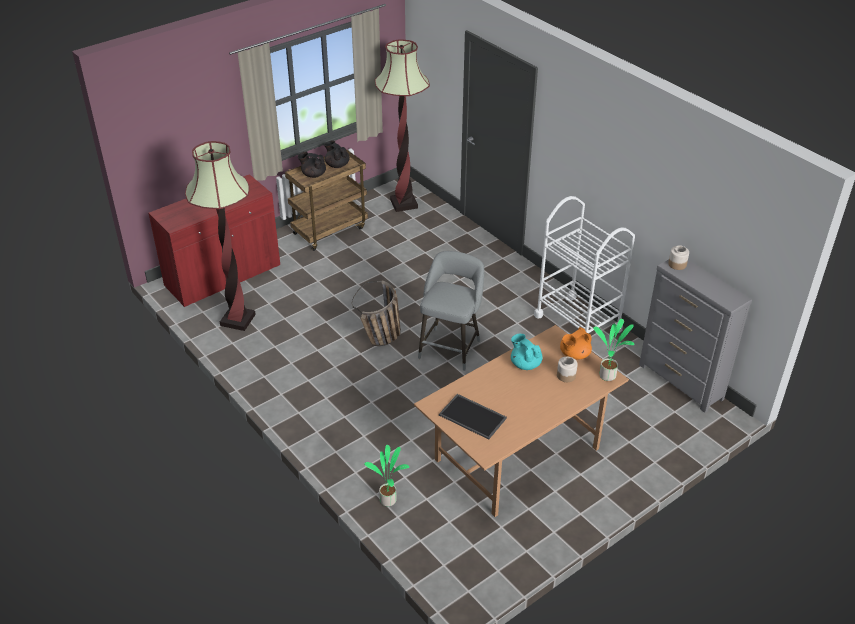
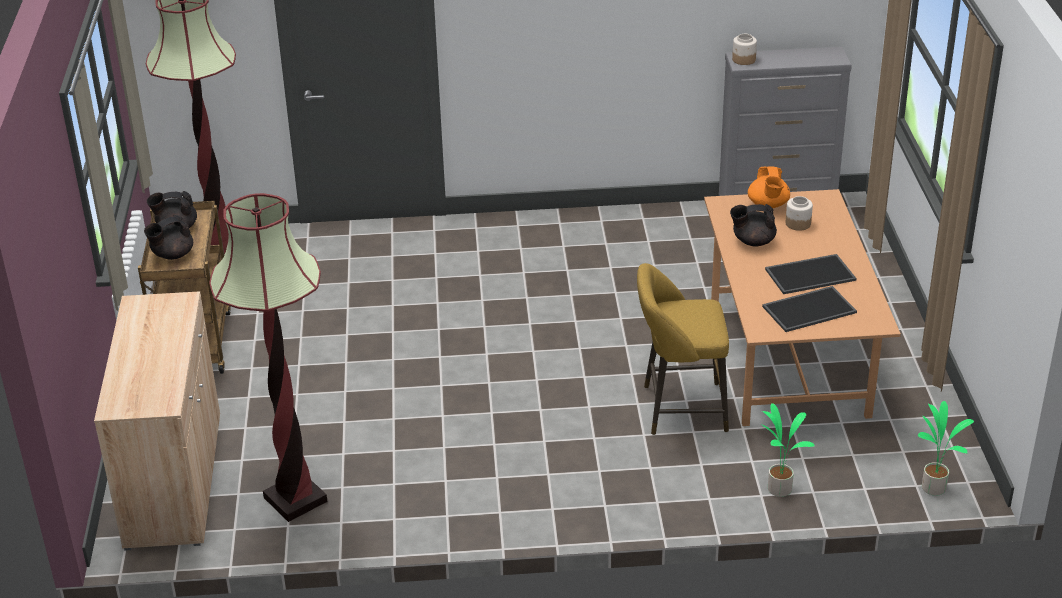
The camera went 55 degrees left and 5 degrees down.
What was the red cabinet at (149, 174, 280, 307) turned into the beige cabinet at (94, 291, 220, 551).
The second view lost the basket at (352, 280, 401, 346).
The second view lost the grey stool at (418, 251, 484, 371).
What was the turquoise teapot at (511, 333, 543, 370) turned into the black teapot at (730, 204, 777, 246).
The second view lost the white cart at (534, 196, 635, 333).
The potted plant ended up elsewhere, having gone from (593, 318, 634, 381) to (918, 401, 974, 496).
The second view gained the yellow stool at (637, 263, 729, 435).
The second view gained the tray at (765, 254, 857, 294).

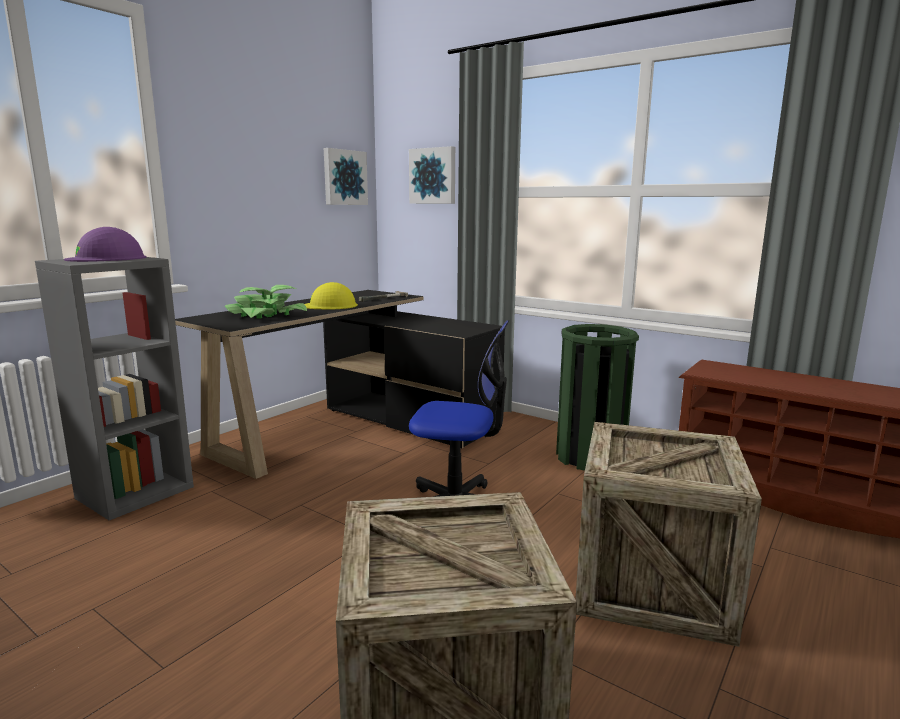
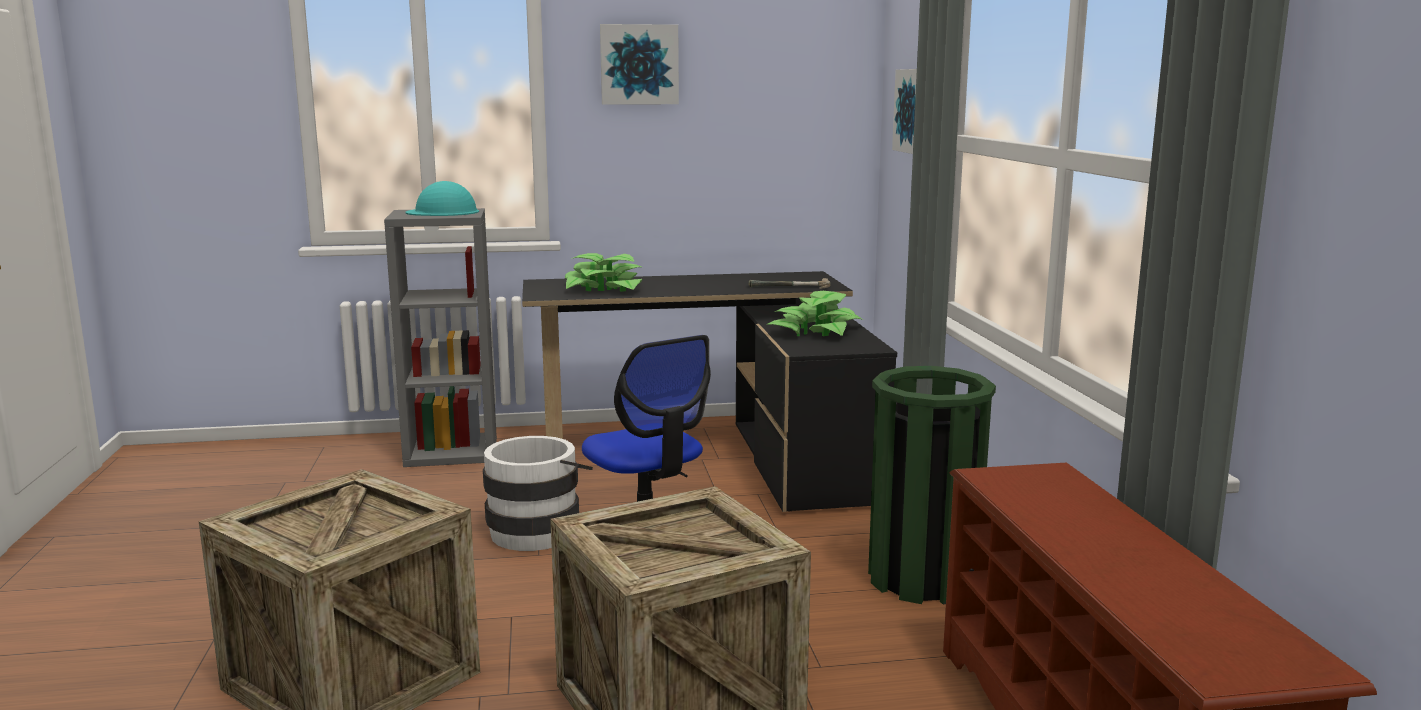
The camera went 45 degrees right and 0 degrees up.
What was the purple hard hat at (64, 227, 146, 262) turned into the turquoise hard hat at (405, 181, 479, 216).
The second view lost the yellow hard hat at (305, 282, 358, 309).
The picture ended up elsewhere, having gone from (324, 148, 368, 205) to (600, 24, 679, 105).
The second view gained the white bucket at (483, 436, 593, 551).
The second view gained the potted plant at (768, 291, 863, 336).

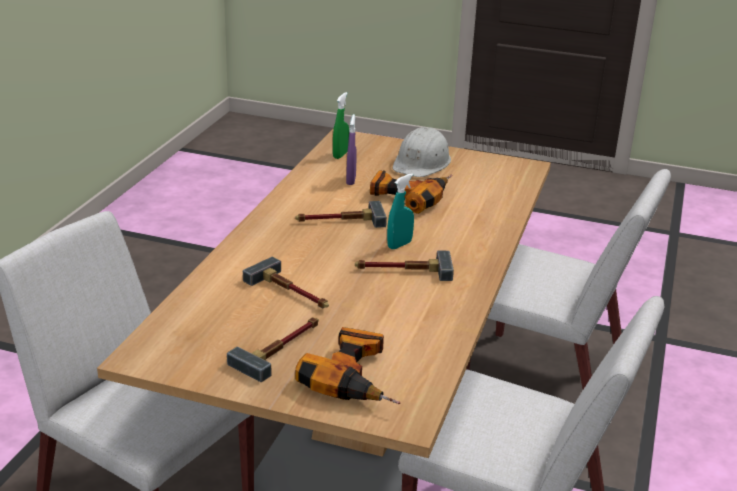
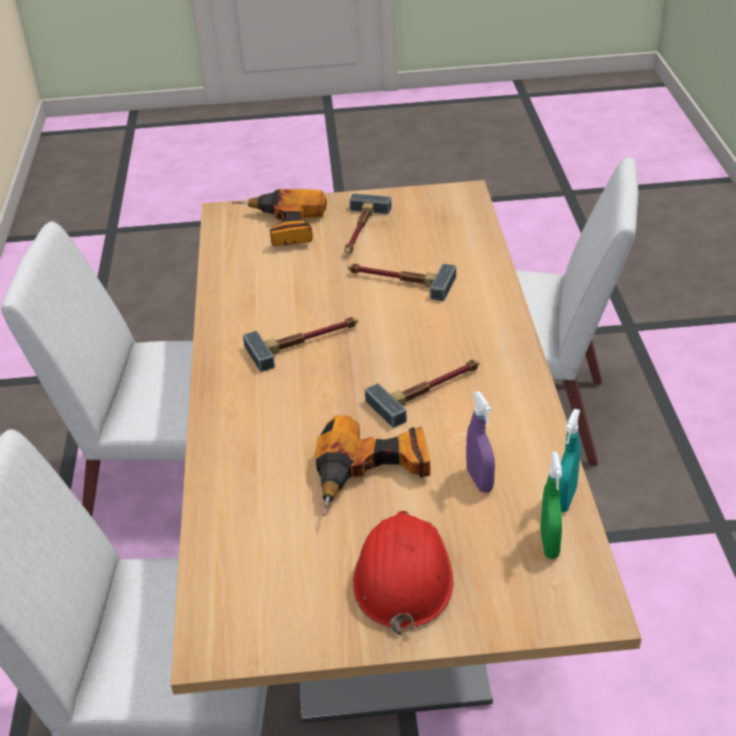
The camera went 160 degrees right and 10 degrees up.
The turquoise spray bottle ended up elsewhere, having gone from (387, 174, 414, 249) to (559, 409, 581, 512).
What was the white hard hat at (393, 127, 451, 177) turned into the red hard hat at (353, 511, 453, 635).

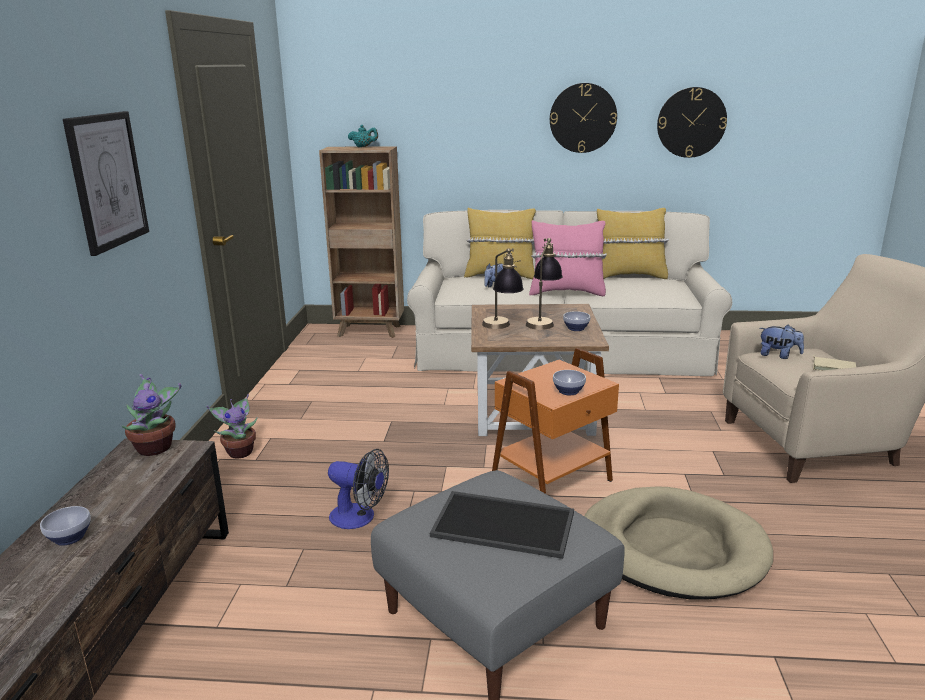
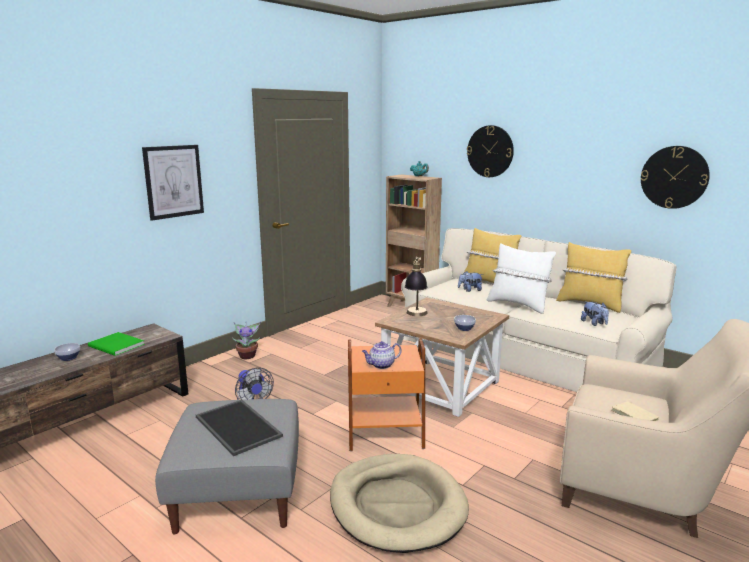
The camera went 35 degrees right and 5 degrees down.
The second view lost the potted plant at (121, 374, 181, 456).
The second view lost the table lamp at (526, 238, 563, 330).
What was the pink pillow at (529, 220, 607, 296) turned into the white pillow at (486, 243, 556, 314).
The wall clock ended up elsewhere, having gone from (550, 83, 617, 153) to (467, 125, 514, 177).
Where the bowl stood at (553, 370, 586, 395), the teapot came to stand at (362, 341, 402, 369).
The plush toy ended up elsewhere, having gone from (760, 325, 804, 359) to (581, 301, 609, 326).
The second view gained the green book at (88, 332, 145, 356).

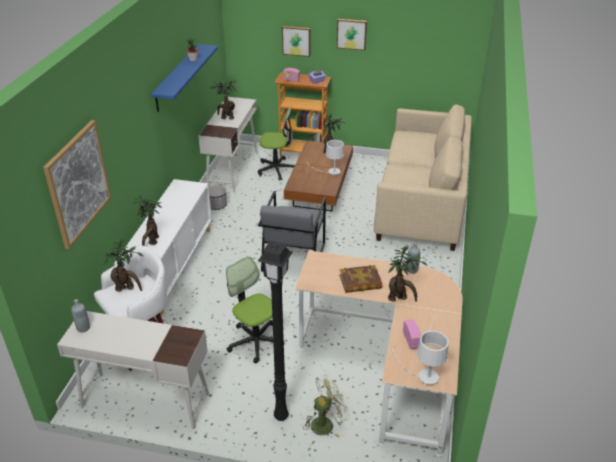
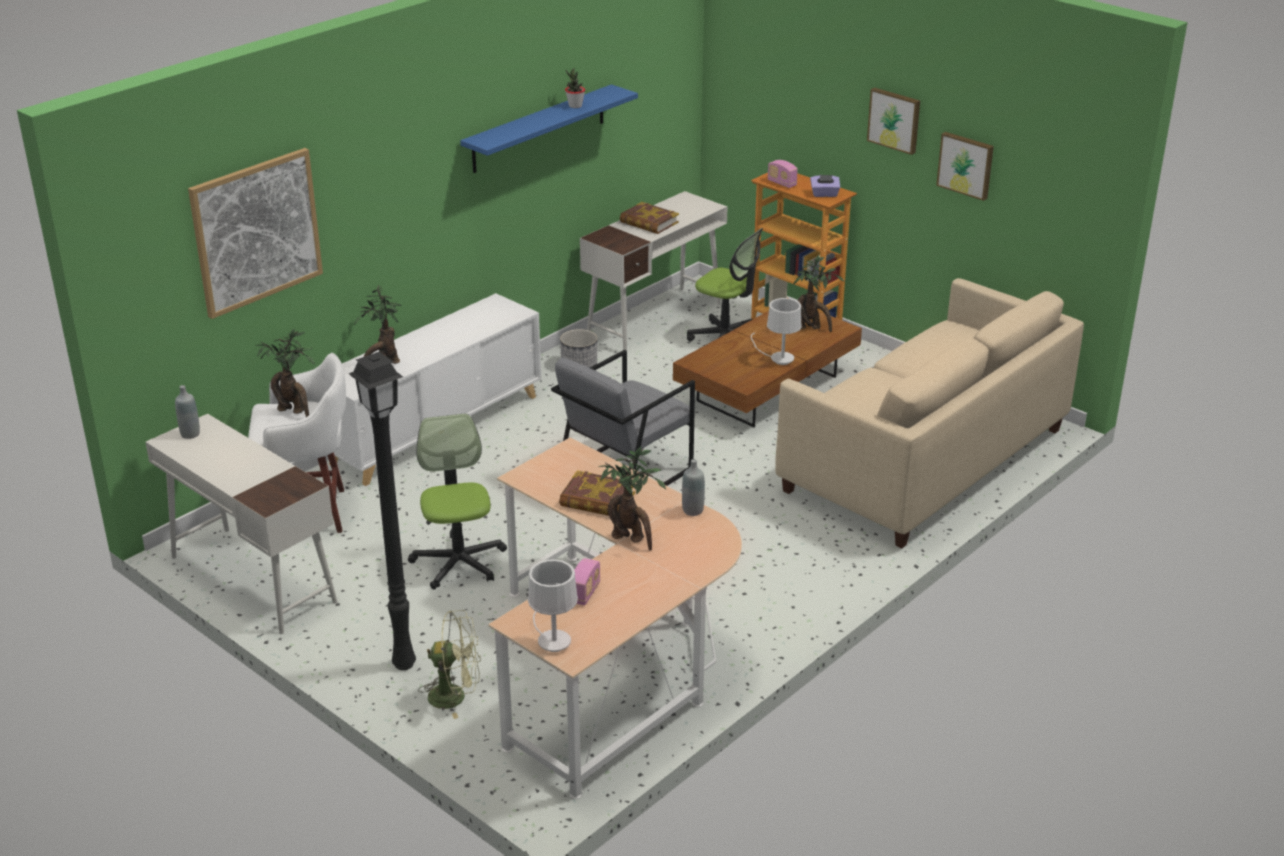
The camera went 30 degrees right and 5 degrees down.
Where the potted plant stood at (211, 80, 237, 120), the book came to stand at (620, 202, 679, 234).
The picture ended up elsewhere, having gone from (282, 26, 311, 57) to (936, 132, 994, 201).

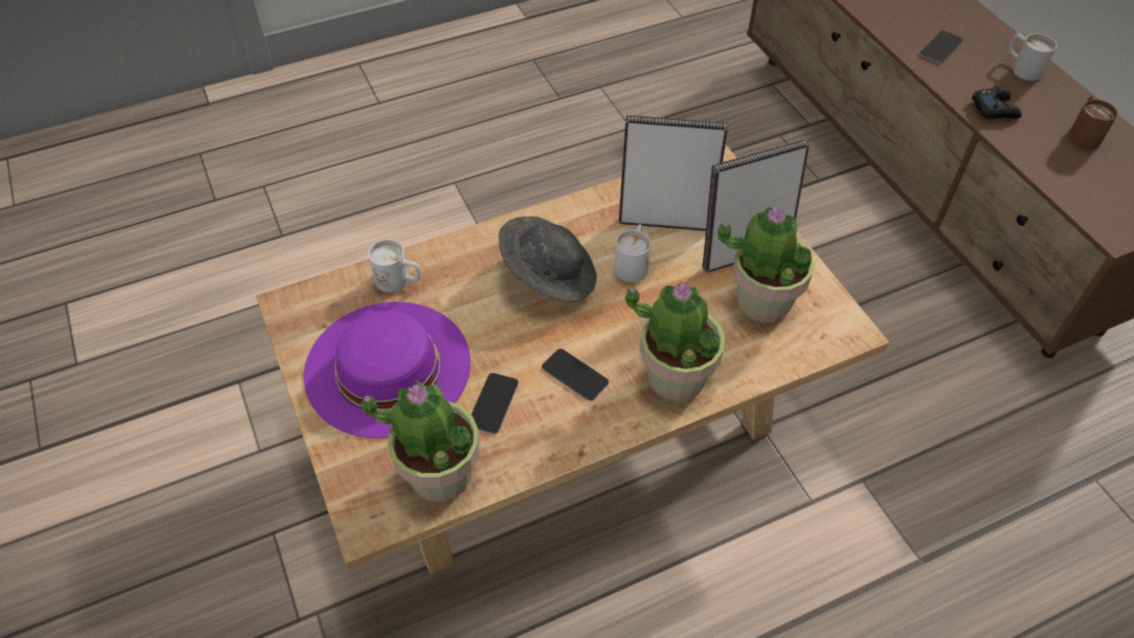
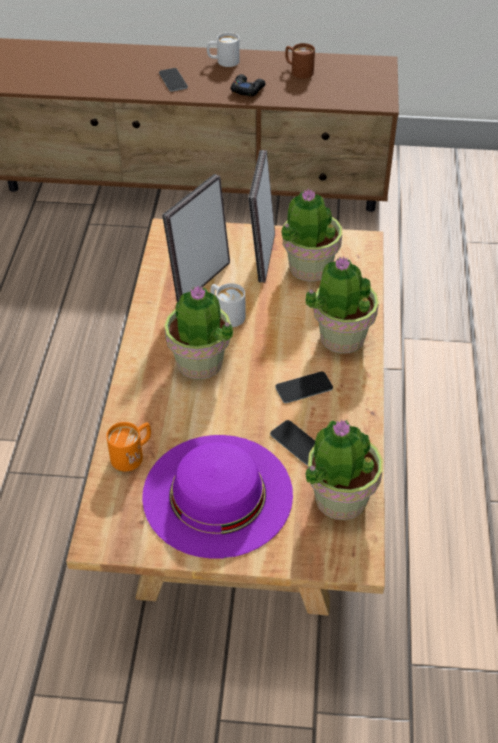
The camera went 60 degrees left and 5 degrees down.
What was the white mug at (368, 239, 421, 292) turned into the orange mug at (106, 422, 151, 471).
Where the grey hat stood at (499, 216, 597, 302), the potted plant came to stand at (164, 286, 233, 380).

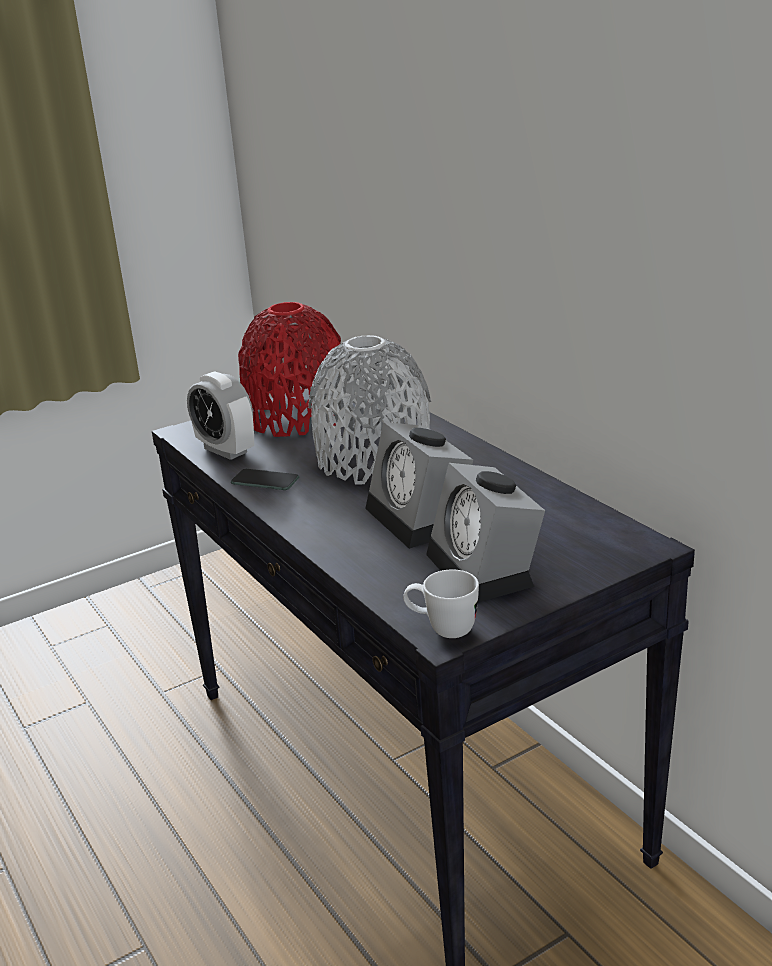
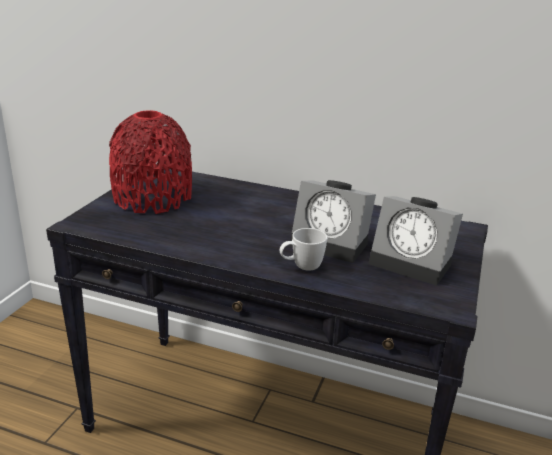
The camera went 40 degrees left and 0 degrees up.
The second view lost the alarm clock at (187, 371, 254, 460).
The second view lost the phone at (231, 469, 299, 490).
The second view lost the grey vase at (308, 335, 431, 485).
The white mug ended up elsewhere, having gone from (403, 569, 479, 638) to (279, 228, 328, 271).

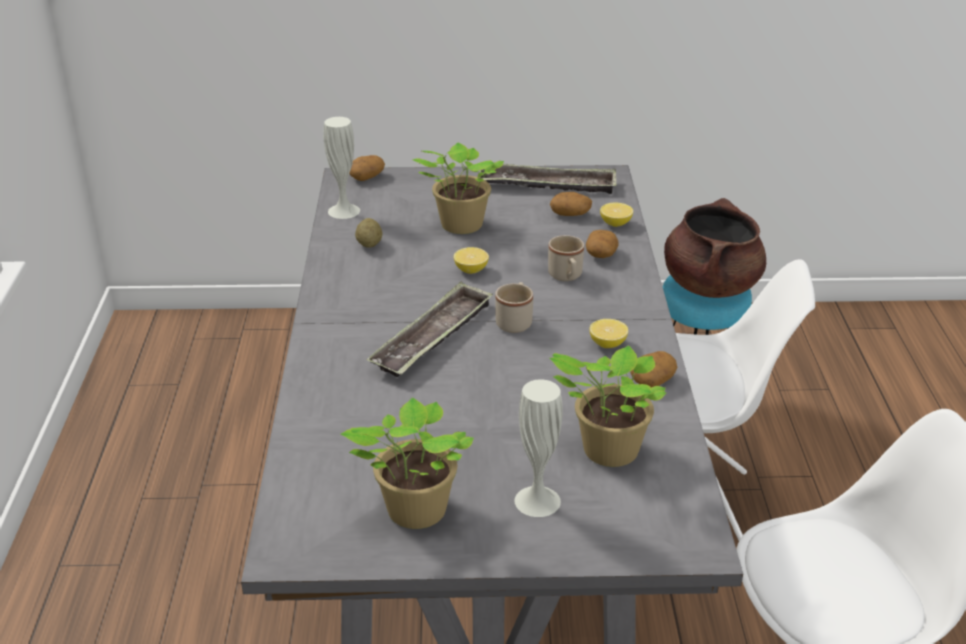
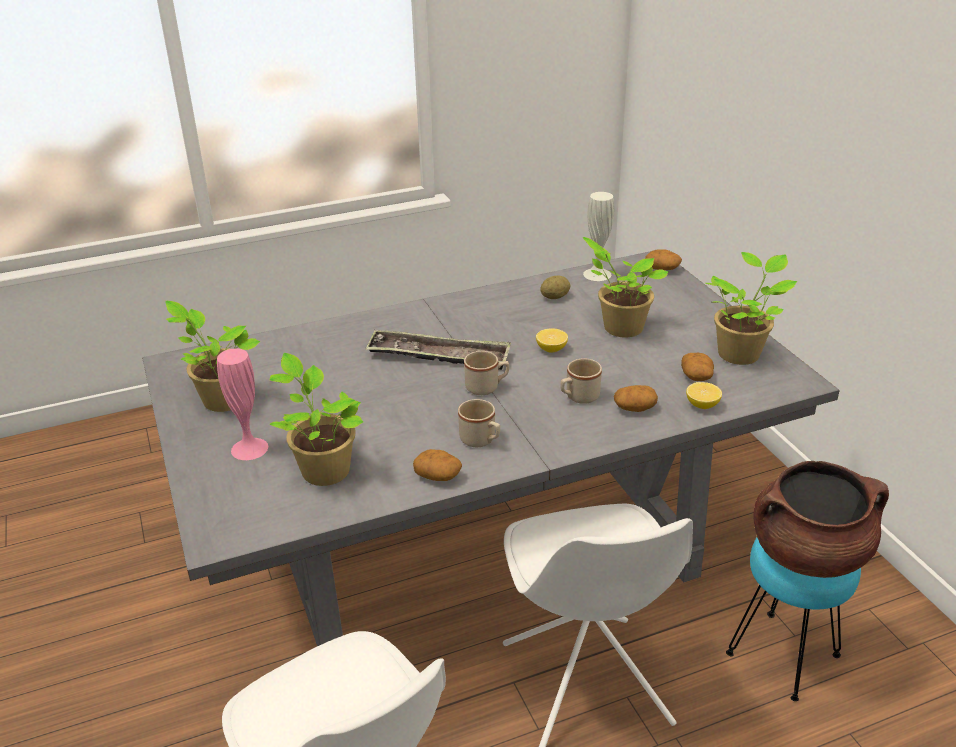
The camera went 70 degrees right and 0 degrees up.
Where the tray stood at (479, 164, 616, 194), the potted plant came to stand at (705, 252, 797, 365).
What was the white vase at (515, 379, 563, 517) turned into the pink vase at (217, 349, 268, 460).
Where the lemon stood at (590, 319, 628, 348), the beige mug came to stand at (458, 399, 500, 447).

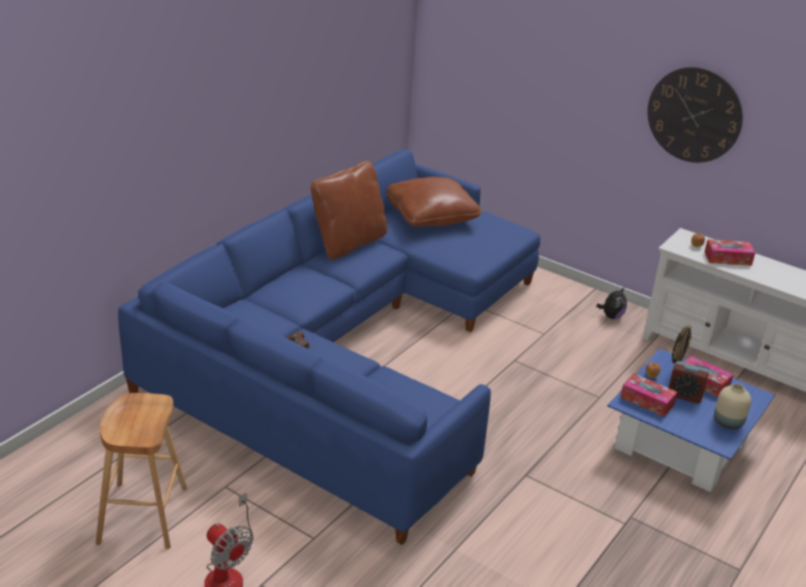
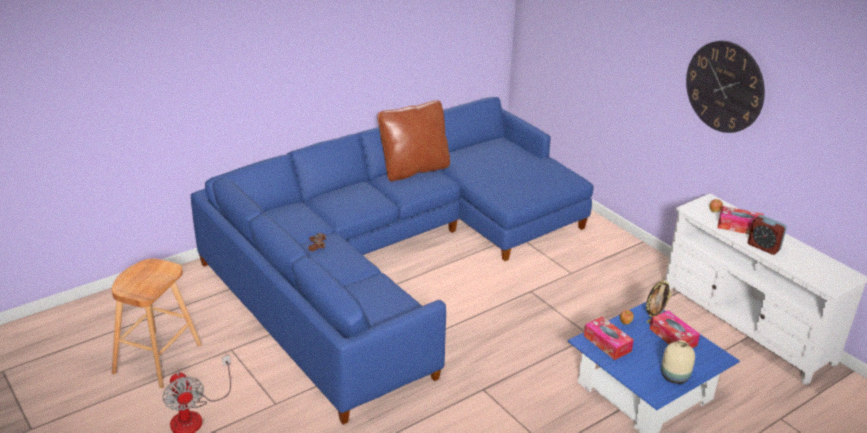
The camera went 20 degrees right and 0 degrees up.
The second view lost the brown pillow at (386, 177, 482, 227).
The second view lost the plush toy at (596, 287, 627, 319).
The alarm clock ended up elsewhere, having gone from (669, 361, 709, 404) to (748, 215, 787, 255).

